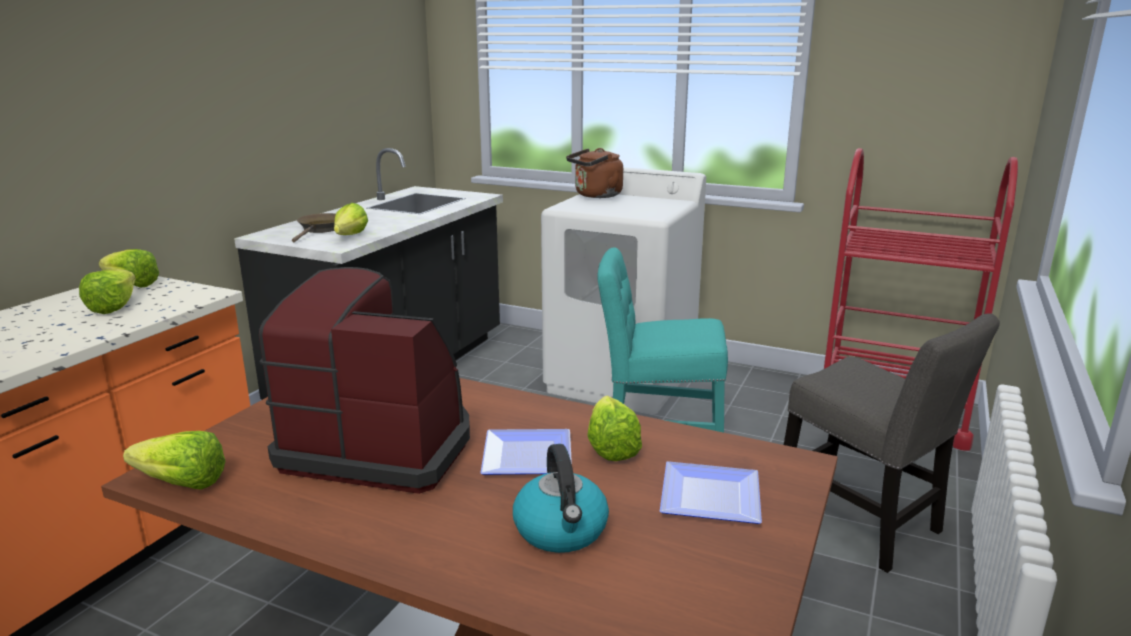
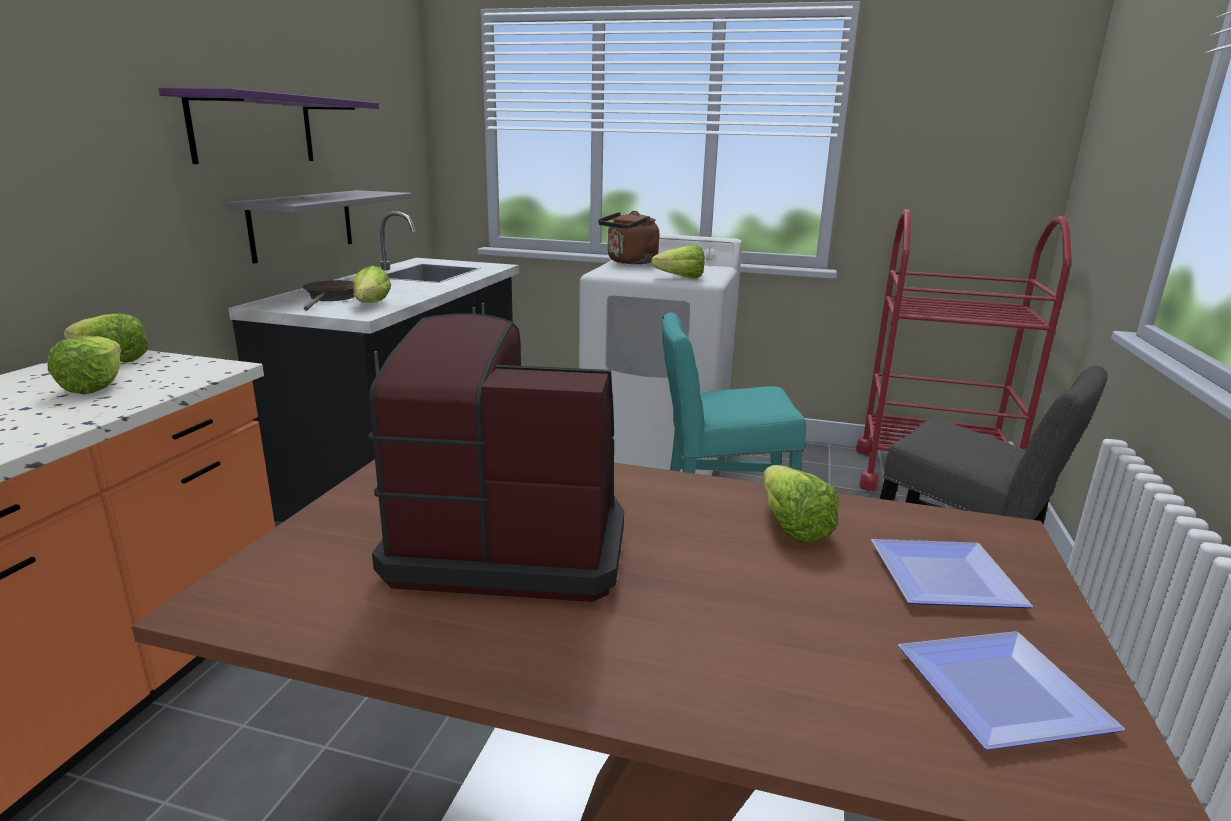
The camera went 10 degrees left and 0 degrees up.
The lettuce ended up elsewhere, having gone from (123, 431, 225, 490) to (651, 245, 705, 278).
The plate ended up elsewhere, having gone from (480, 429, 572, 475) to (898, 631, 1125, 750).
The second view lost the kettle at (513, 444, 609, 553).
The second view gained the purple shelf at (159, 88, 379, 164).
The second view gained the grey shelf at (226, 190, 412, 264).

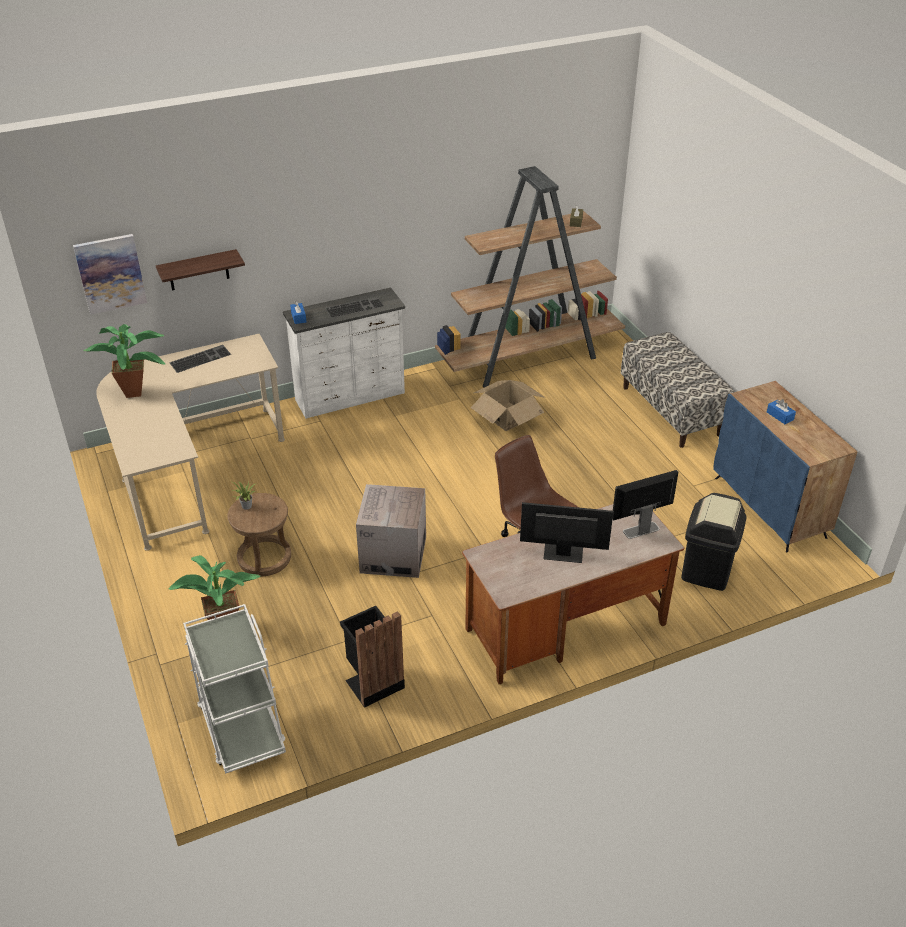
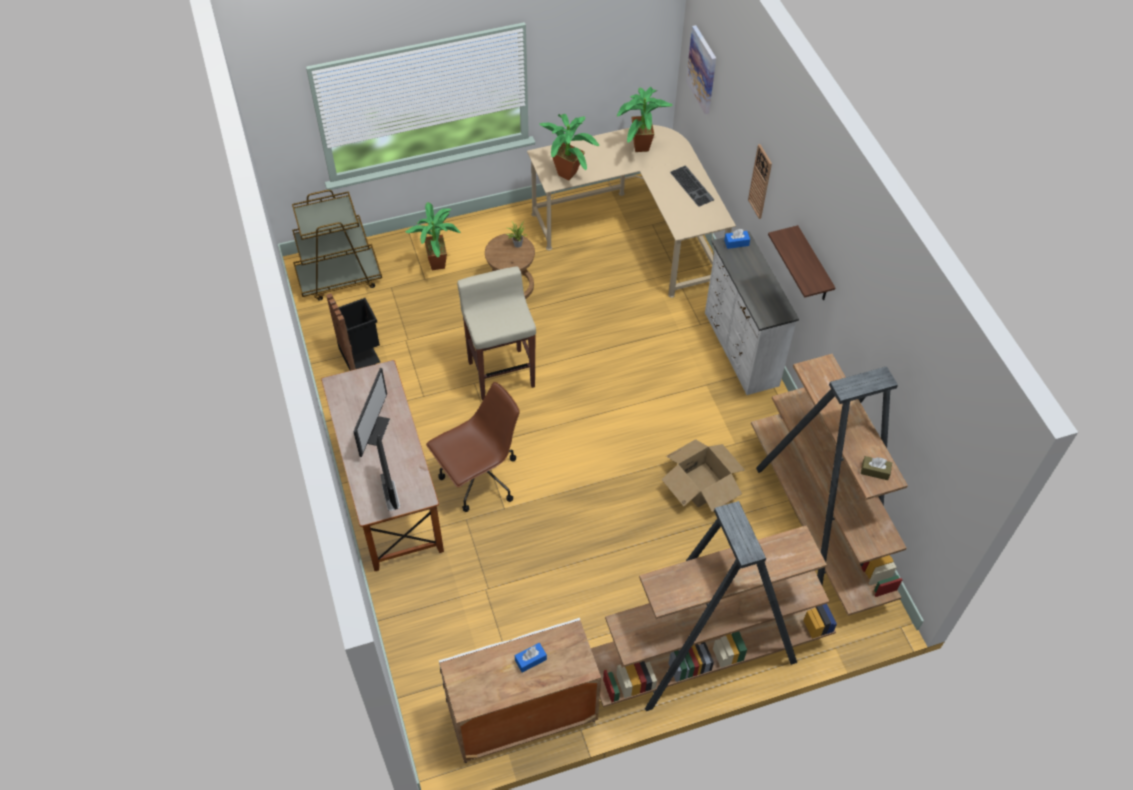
The camera went 95 degrees right and 15 degrees up.
The shelf ended up elsewhere, having gone from (156, 249, 245, 290) to (768, 225, 835, 300).
What was the white cart at (183, 604, 286, 774) turned into the brown cart at (292, 190, 382, 301).
The second view lost the keyboard at (325, 296, 384, 318).
Where the cardboard box stood at (356, 484, 426, 578), the beige stool came to stand at (457, 266, 536, 401).
Where the bench stood at (620, 332, 734, 448), the brown bookcase came to stand at (591, 501, 837, 711).
The second view lost the black trash can at (681, 493, 747, 591).
What was the blue cabinet at (713, 381, 858, 552) turned into the white cabinet at (439, 617, 601, 763).
The second view gained the potted plant at (539, 114, 600, 180).
The second view gained the wall clock at (748, 144, 772, 219).

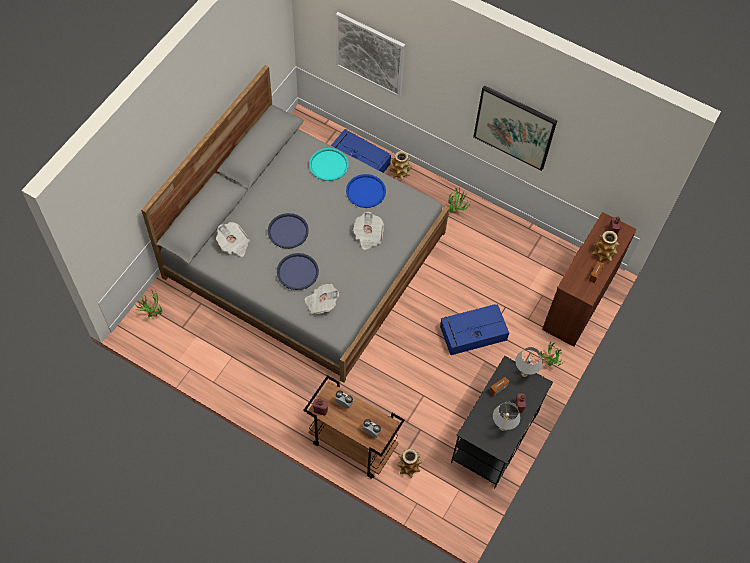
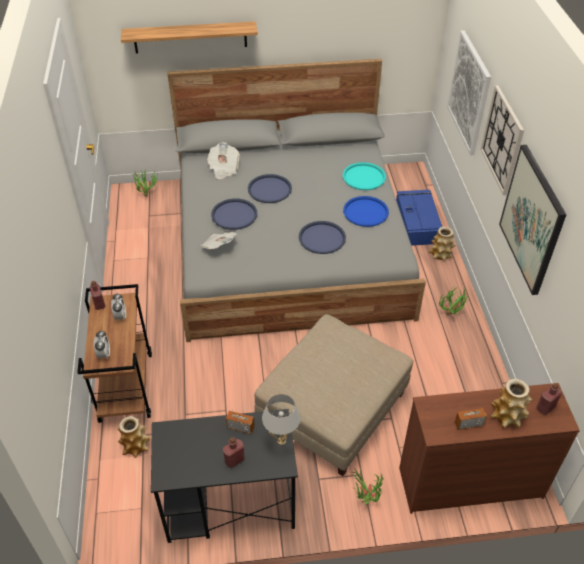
The camera went 55 degrees right and 15 degrees down.
Where the newspaper stood at (353, 212, 384, 250), the blue tray came to stand at (299, 221, 346, 254).
Where the blue storage box stood at (440, 304, 509, 355), the beige ottoman came to stand at (254, 314, 413, 476).
The second view lost the white table lamp at (493, 402, 520, 431).
The second view gained the shelf at (121, 21, 258, 53).
The second view gained the wall clock at (481, 85, 524, 195).

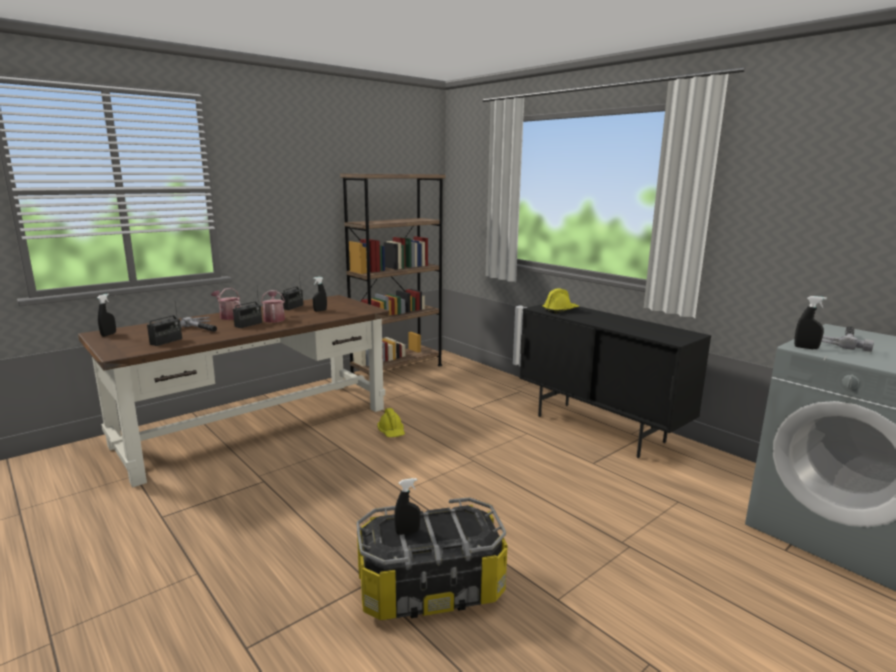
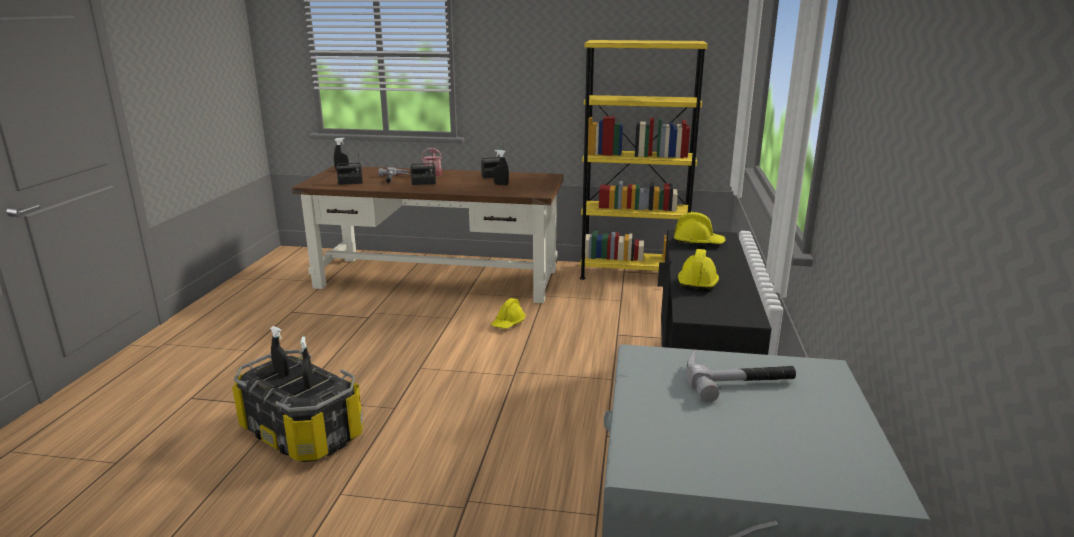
The camera went 50 degrees right and 5 degrees up.
The second view lost the watering can at (261, 290, 285, 323).
What was the brown bookcase at (340, 174, 445, 374) turned into the yellow bookcase at (580, 40, 708, 280).
The black spray bottle ended up elsewhere, having gone from (794, 296, 827, 349) to (300, 336, 313, 389).
The second view gained the yellow hard hat at (678, 249, 719, 291).

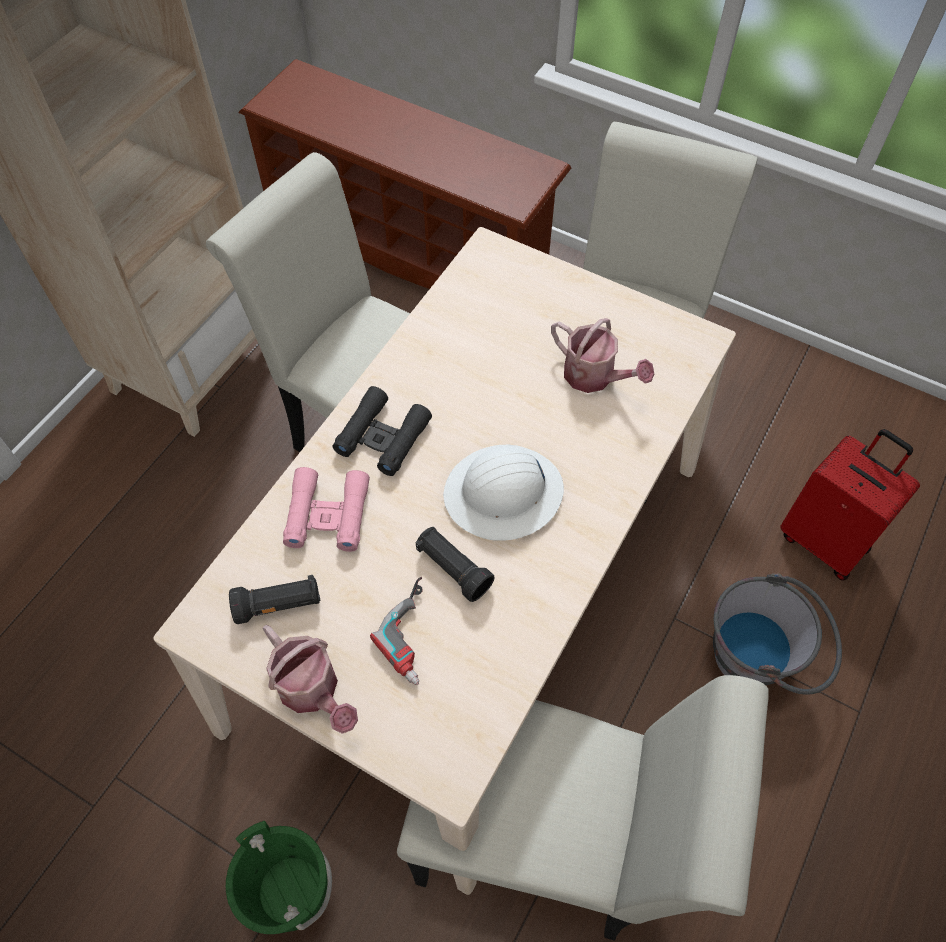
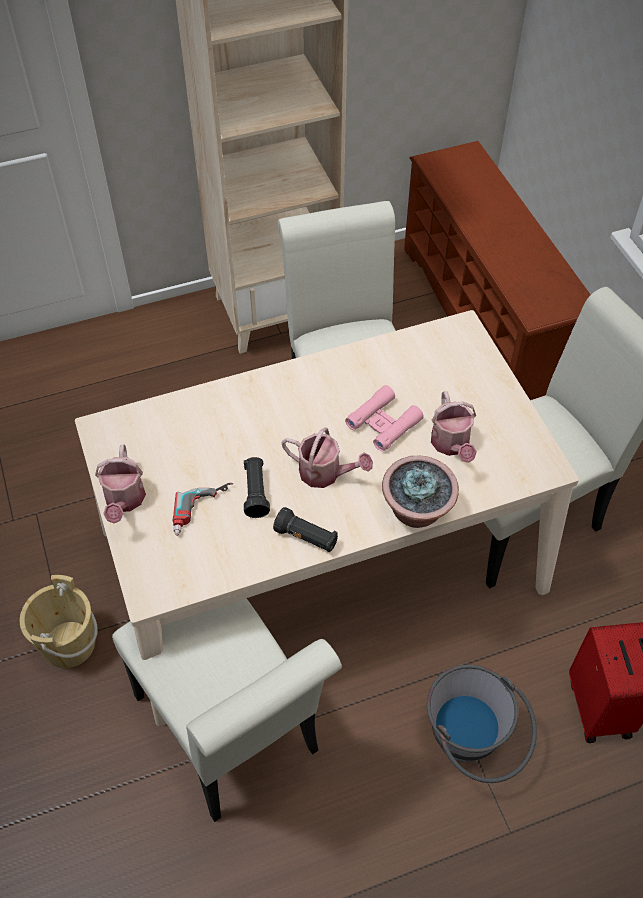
The camera went 40 degrees right and 5 degrees down.
What was the green bucket at (226, 821, 332, 934) turned into the beige bucket at (20, 575, 98, 668).
The black flashlight ended up elsewhere, having gone from (229, 575, 320, 624) to (273, 507, 338, 552).
The pink binoculars ended up elsewhere, having gone from (283, 467, 370, 552) to (345, 385, 424, 452).
The second view lost the black binoculars at (332, 386, 432, 476).
Where the white hard hat stood at (443, 445, 564, 541), the watering can came to stand at (281, 427, 373, 488).
The second view gained the potted plant at (382, 456, 459, 528).

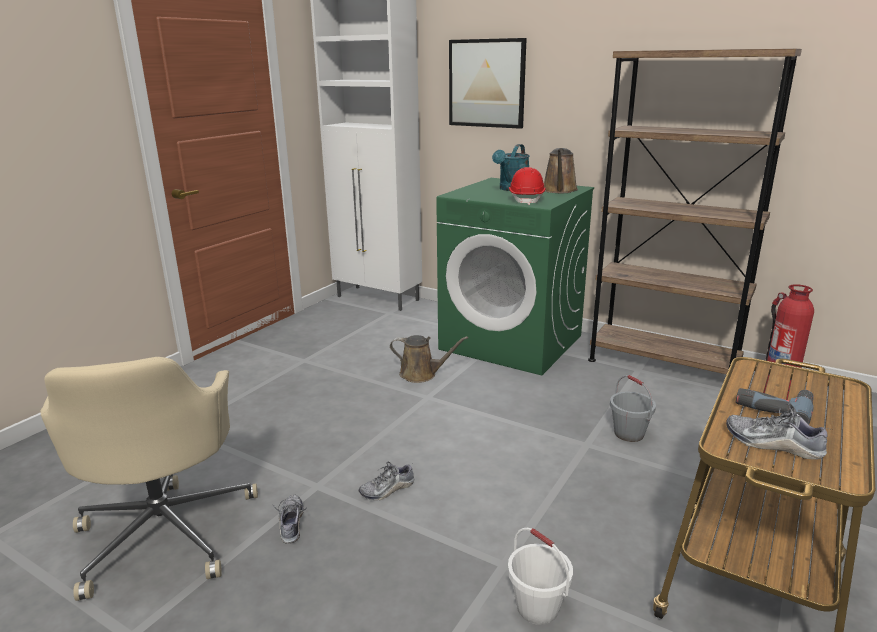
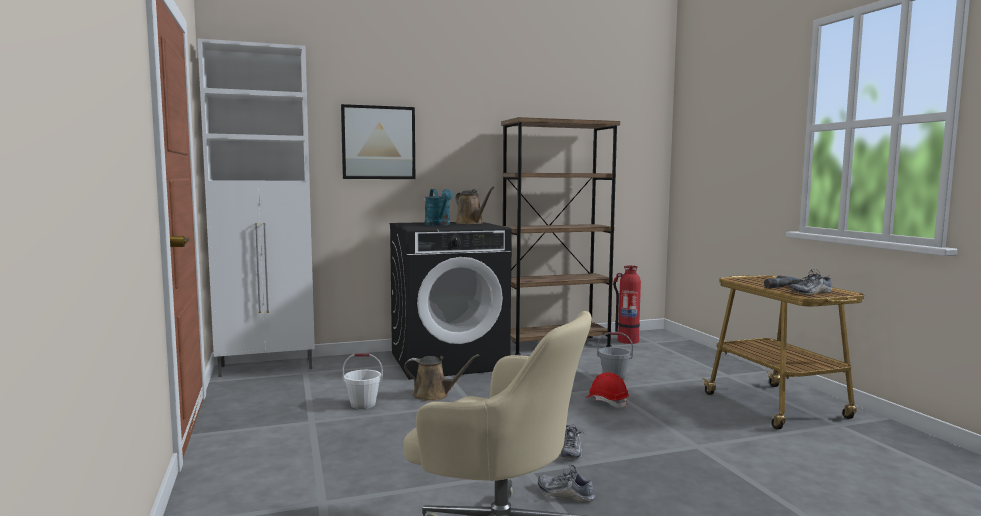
The camera went 50 degrees left and 15 degrees down.
The brown watering can at (390, 335, 468, 383) ended up facing another way, 45 degrees clockwise from before.
What was the green washing machine at (436, 178, 594, 376) turned into the black washing machine at (390, 222, 512, 380).
The white bucket ended up elsewhere, having gone from (508, 528, 573, 625) to (343, 353, 383, 409).
The red hard hat ended up elsewhere, having gone from (509, 167, 546, 205) to (585, 372, 629, 408).

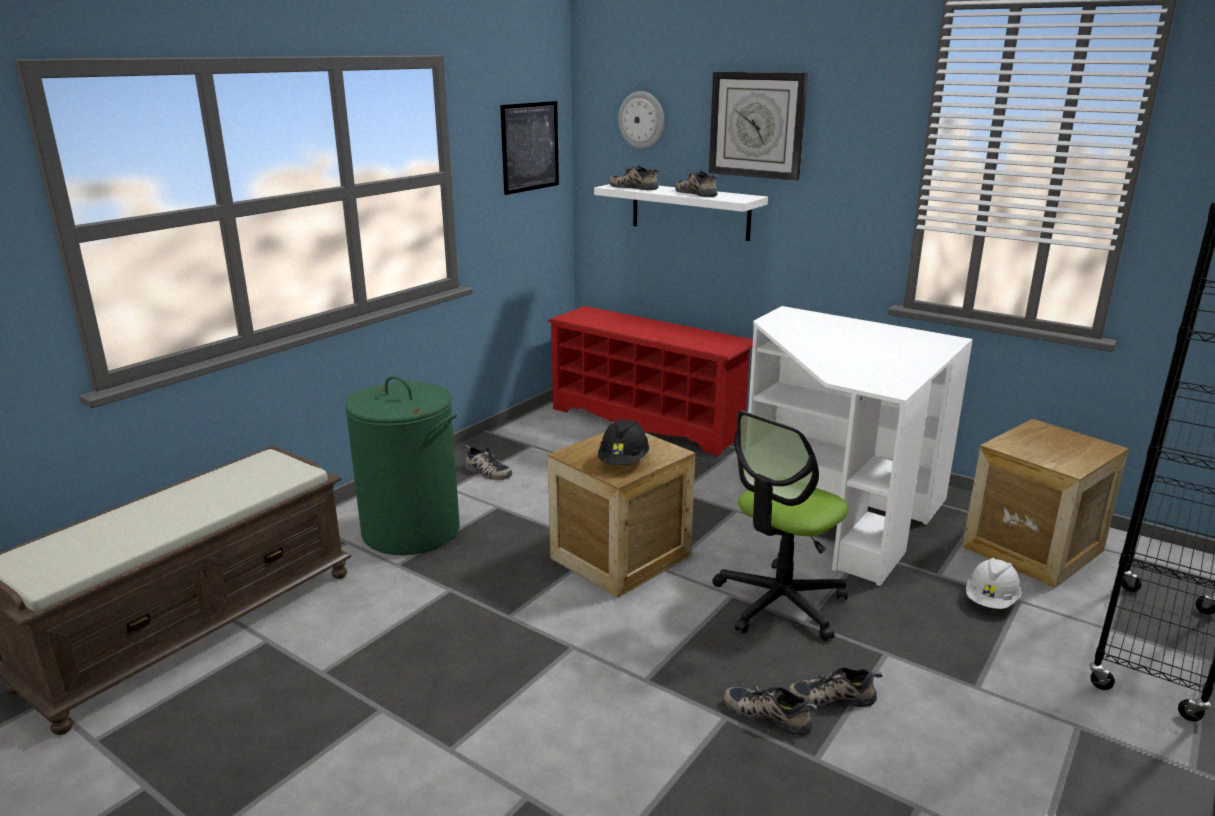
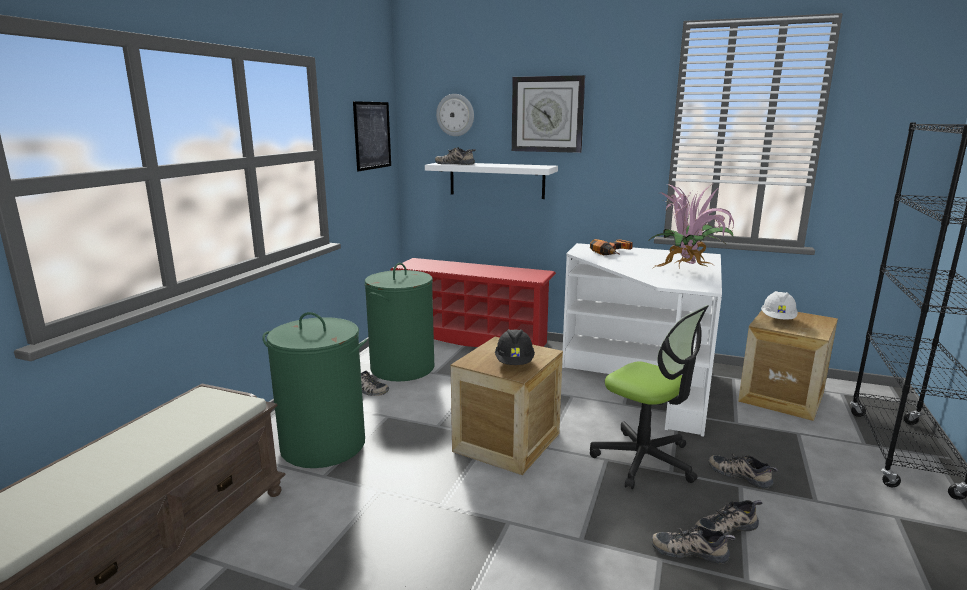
The camera went 15 degrees left and 5 degrees down.
The shoe ended up elsewhere, having gone from (675, 170, 718, 197) to (709, 453, 778, 489).
The office chair at (712, 411, 848, 641) ended up facing another way, 75 degrees counterclockwise from before.
The white hard hat ended up elsewhere, having gone from (966, 558, 1021, 609) to (761, 291, 798, 319).
The second view gained the green laundry basket at (365, 263, 434, 382).
The second view gained the power drill at (590, 239, 633, 255).
The second view gained the potted plant at (648, 183, 734, 269).

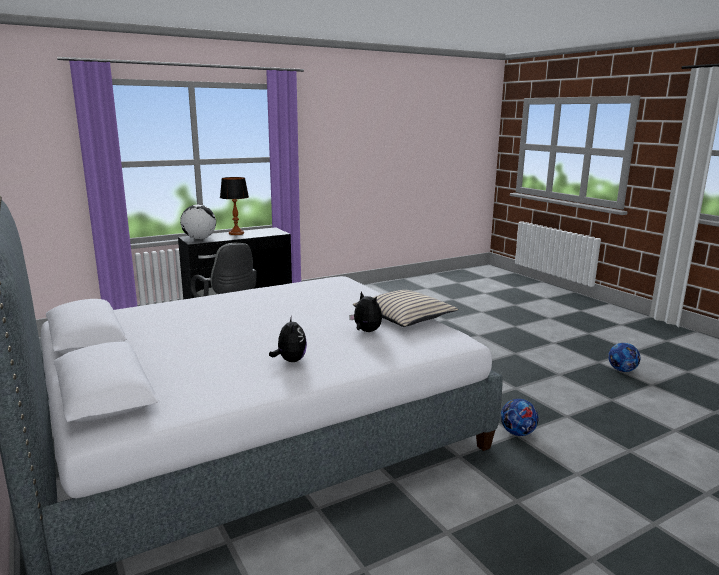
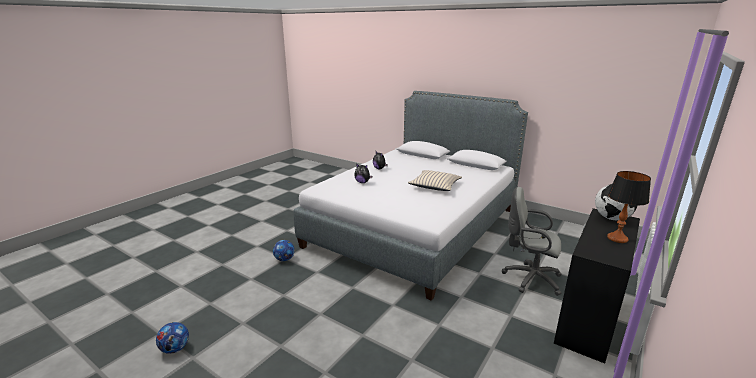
The camera went 155 degrees right and 5 degrees up.
The beige pillow ended up elsewhere, having gone from (353, 290, 458, 327) to (408, 170, 462, 191).

